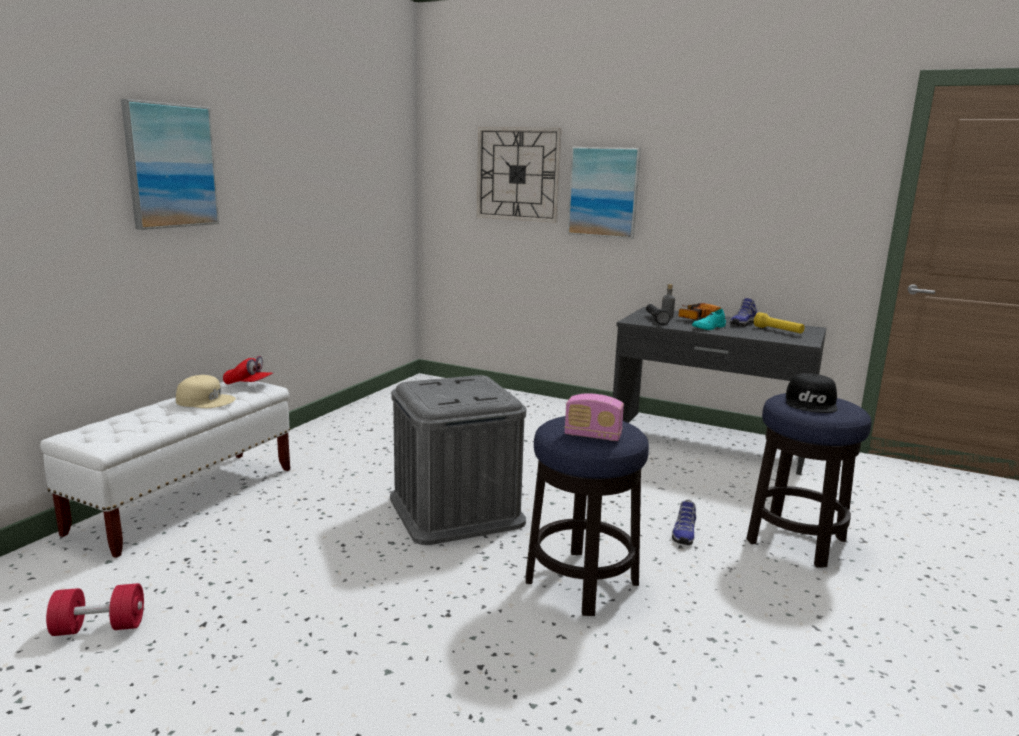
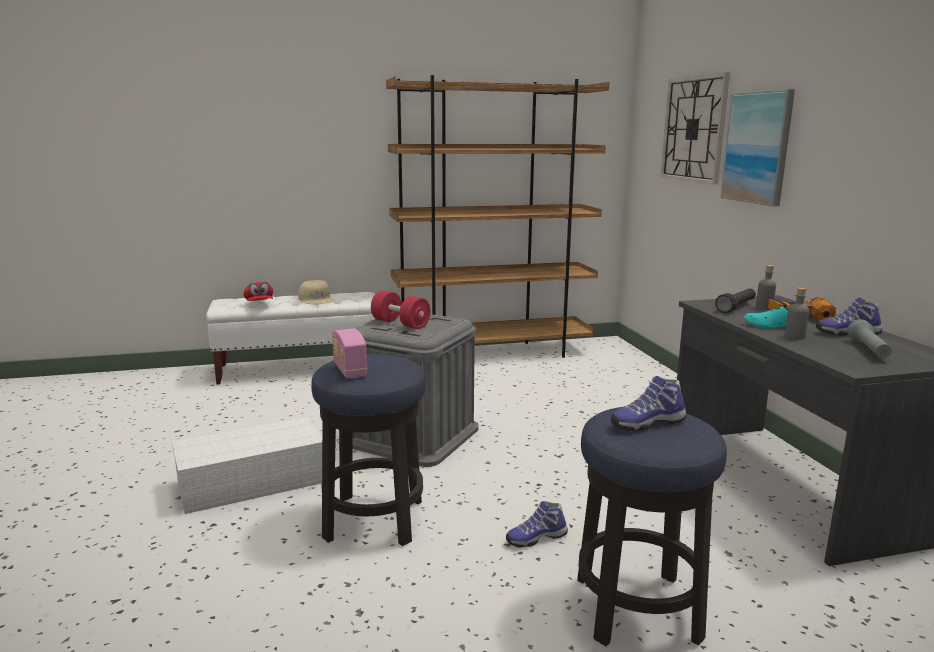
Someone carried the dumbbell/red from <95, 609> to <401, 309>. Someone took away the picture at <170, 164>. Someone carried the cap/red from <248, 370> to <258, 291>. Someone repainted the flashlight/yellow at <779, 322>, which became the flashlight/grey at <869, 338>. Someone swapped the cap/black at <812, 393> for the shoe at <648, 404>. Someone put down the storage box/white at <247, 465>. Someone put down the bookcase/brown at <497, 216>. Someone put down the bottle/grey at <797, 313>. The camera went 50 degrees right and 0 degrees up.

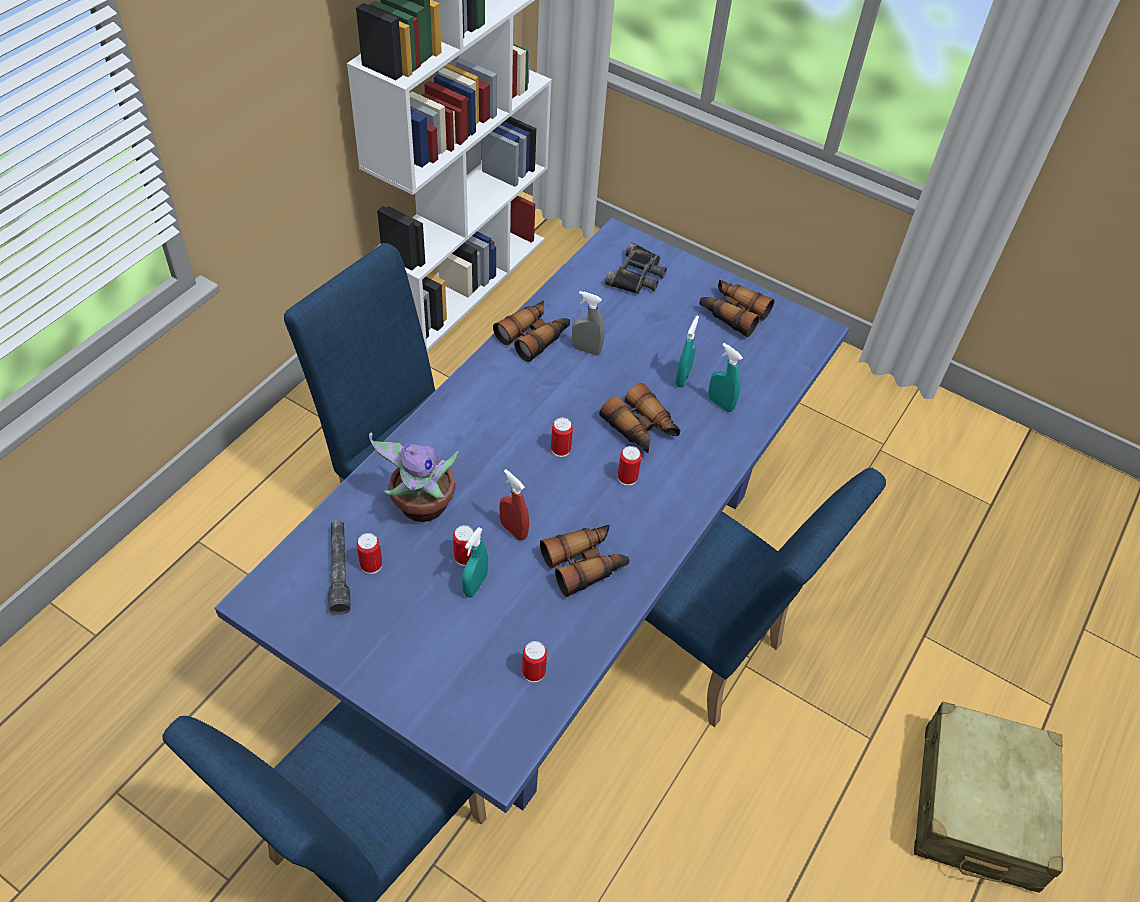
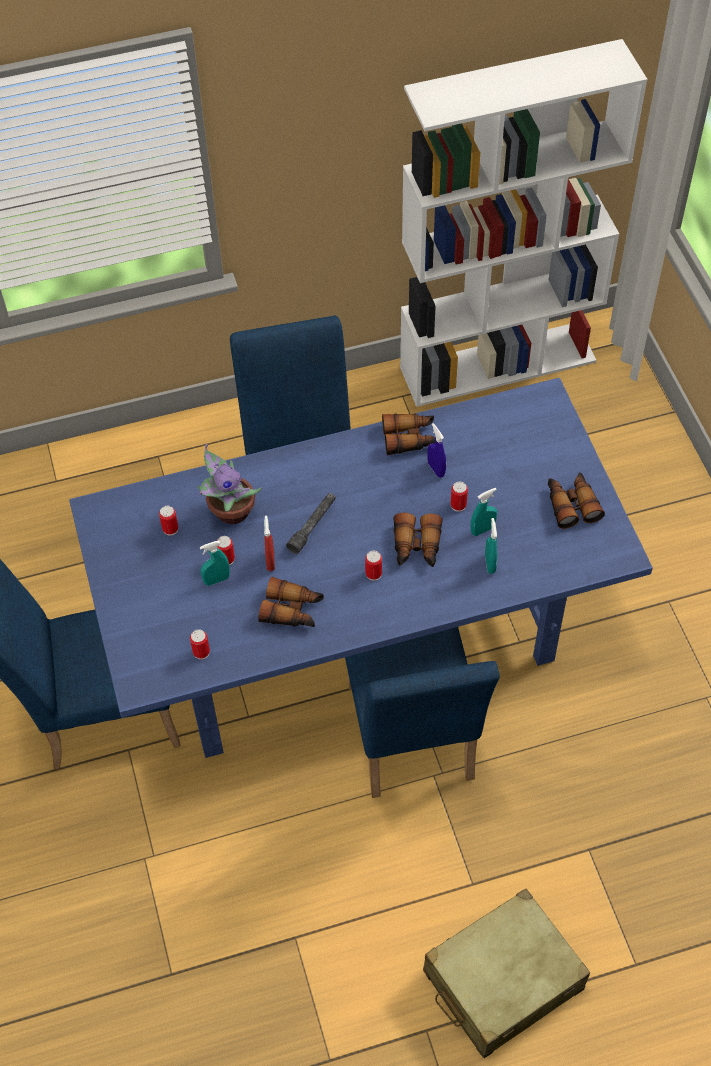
Someone carried the flashlight/grey from <339, 567> to <311, 523>. Someone carried the can from <562, 437> to <459, 497>. Someone repainted the spray bottle/grey at <588, 323>, which became the spray bottle/blue at <437, 450>. Someone took away the binoculars/black at <636, 268>. The camera went 45 degrees right and 5 degrees up.

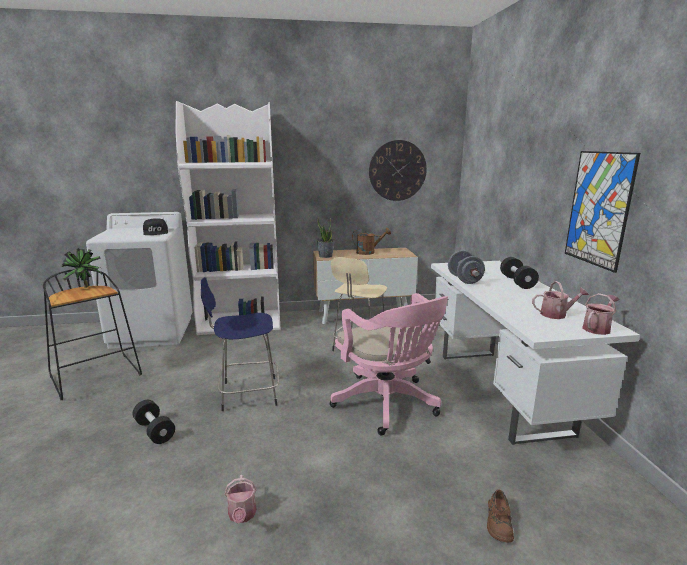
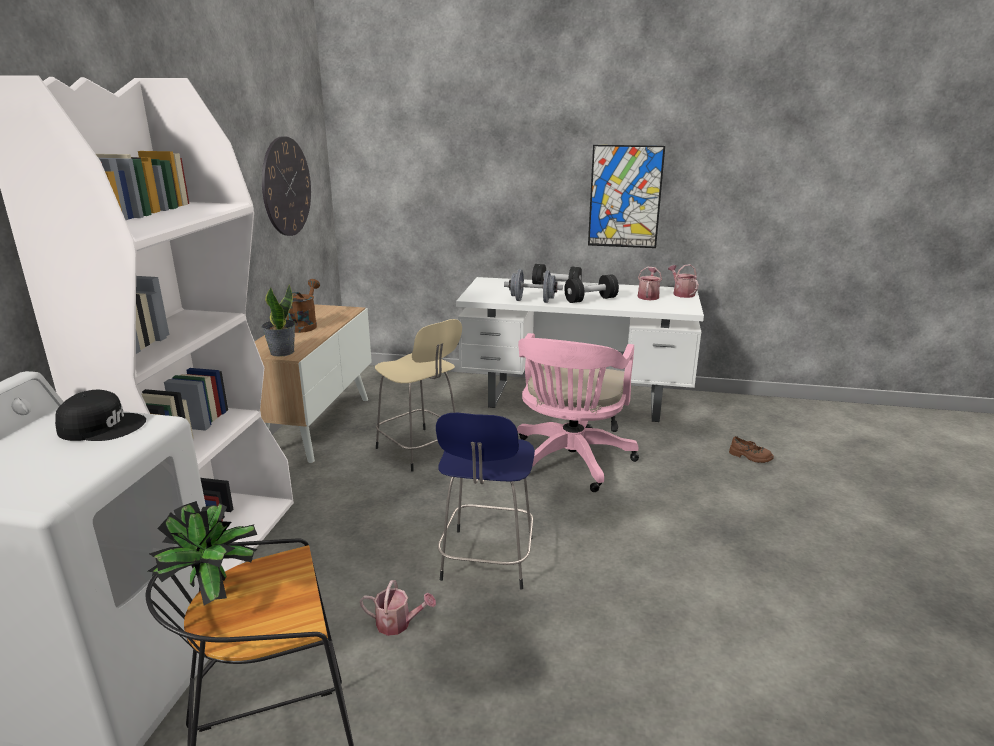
Someone carried the dumbbell/black from <154, 422> to <591, 288>. Someone carried the watering can from <240, 499> to <398, 608>. Someone rotated the office chair/pink at <389, 364> by 120 degrees clockwise. The camera went 70 degrees left and 5 degrees up.

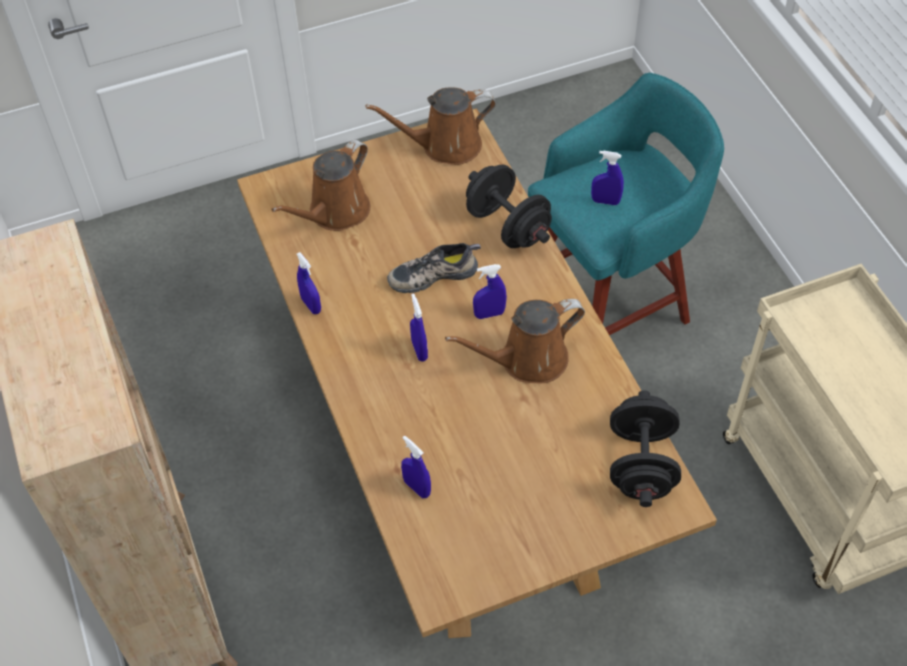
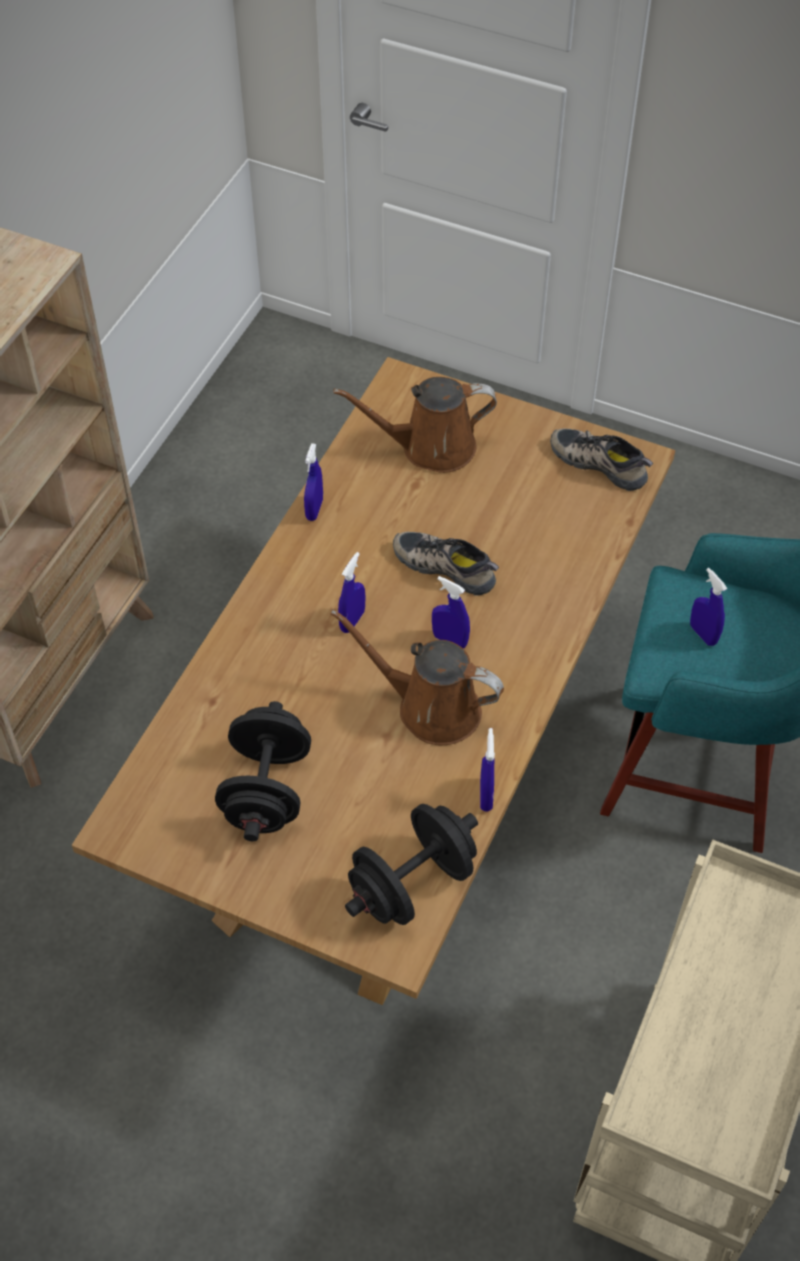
Someone swapped the watering can/brown at <430, 126> for the shoe at <601, 459>. Someone carried the spray bottle/blue from <416, 467> to <487, 770>. Someone carried the dumbbell/black from <509, 206> to <263, 771>. The camera went 45 degrees right and 0 degrees up.

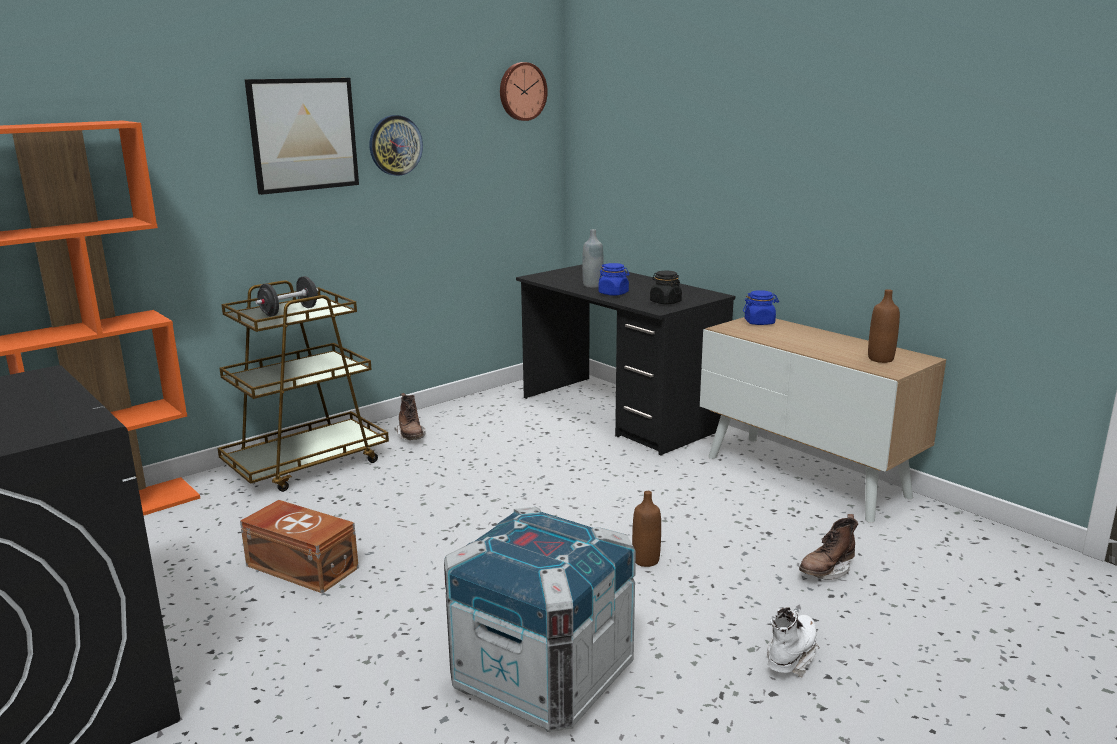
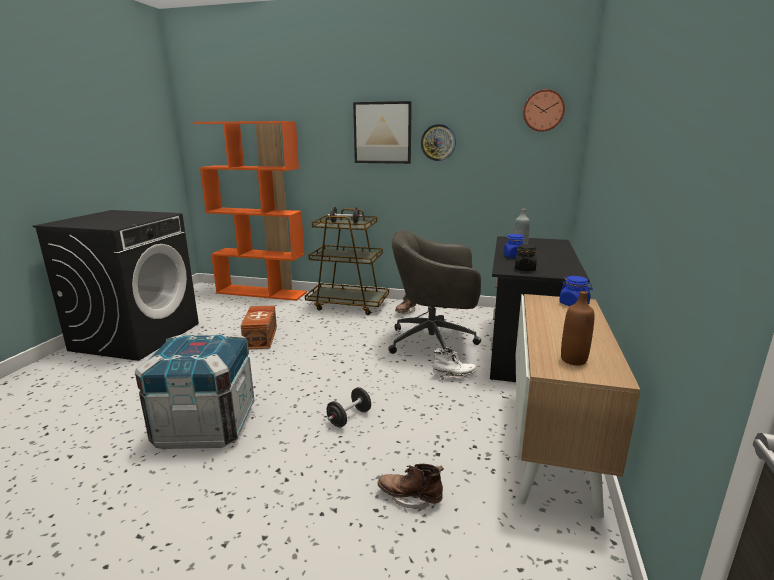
Someone swapped the bottle/brown at <646, 529> for the dumbbell/black at <349, 407>. Someone carried the boot/white from <793, 642> to <455, 364>. Someone put down the office chair/grey at <434, 292>. The camera went 55 degrees right and 0 degrees up.

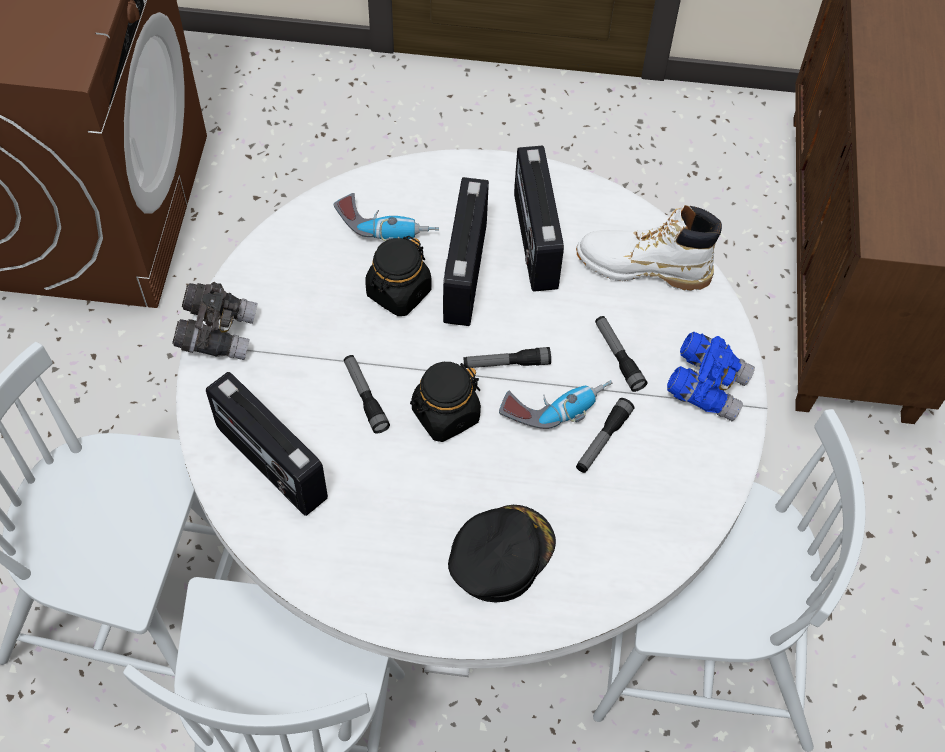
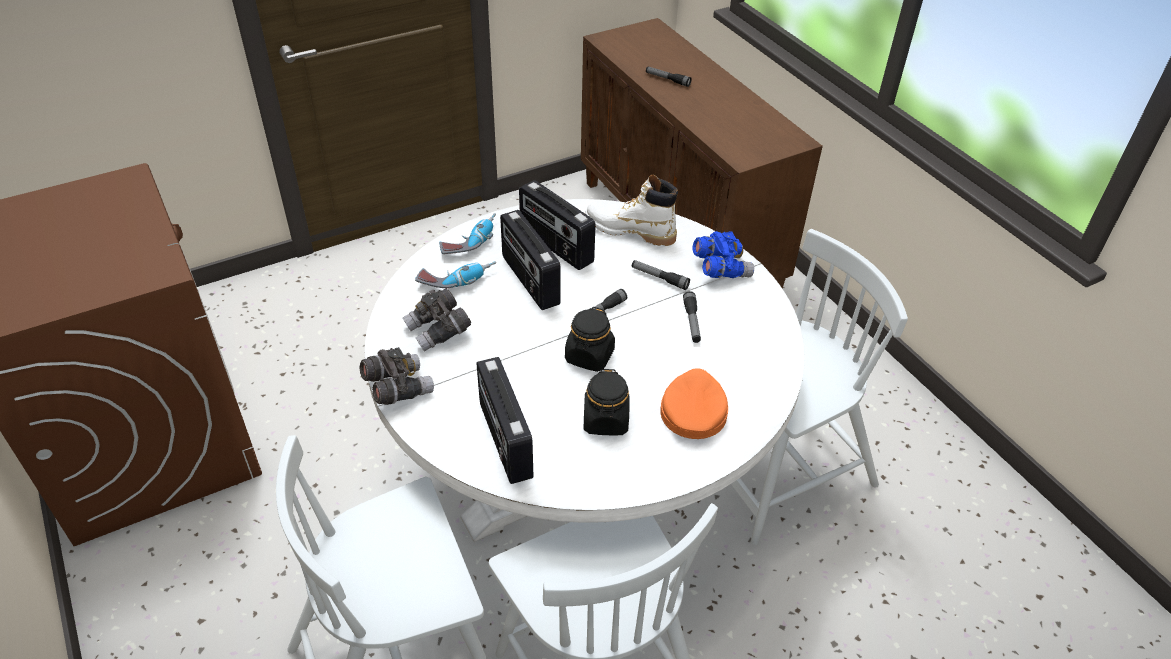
Someone rotated the radio at <267, 444> by 60 degrees clockwise. Someone carried the flashlight from <367, 394> to <669, 77>. Someone carried the jar/black from <398, 276> to <607, 402>. Someone repainted the cap/black at <502, 553>, which became the cap/orange at <694, 403>. Someone carried the power drill from <555, 404> to <467, 233>. Someone rotated the boot/white at <649, 248> by 45 degrees clockwise. Someone put down the binoculars/grey at <436, 320>. The camera went 35 degrees left and 15 degrees down.

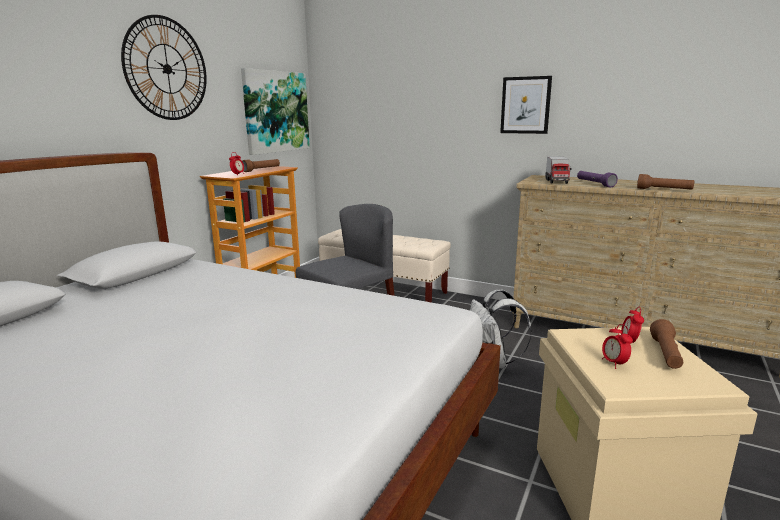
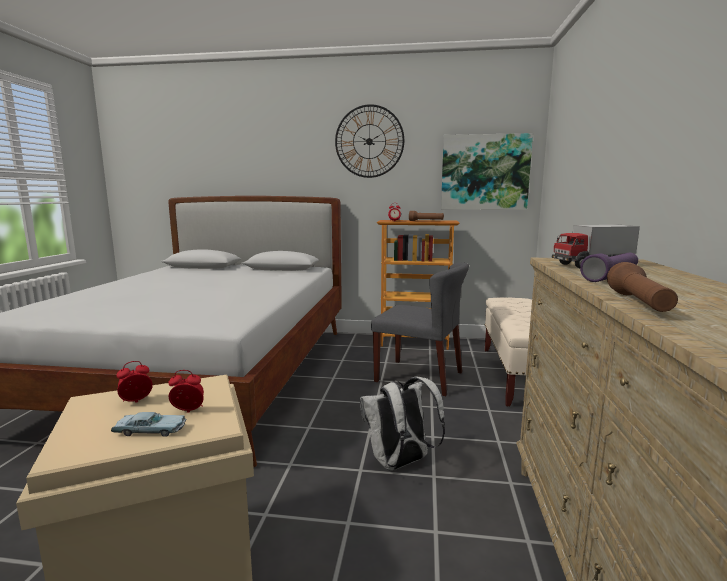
Someone took away the picture at <526, 105>. Someone swapped the flashlight/brown at <666, 344> for the toy car/blue at <149, 424>. The camera went 70 degrees right and 5 degrees down.

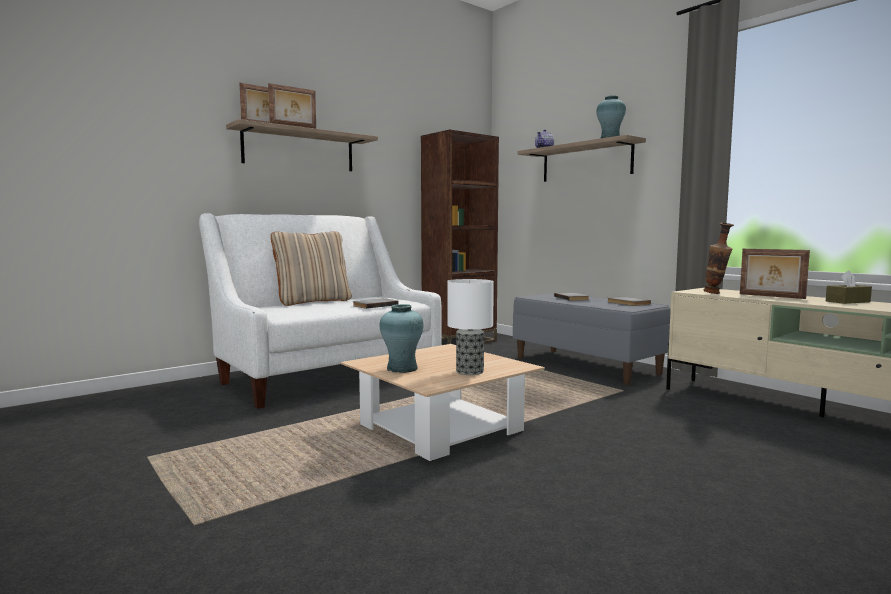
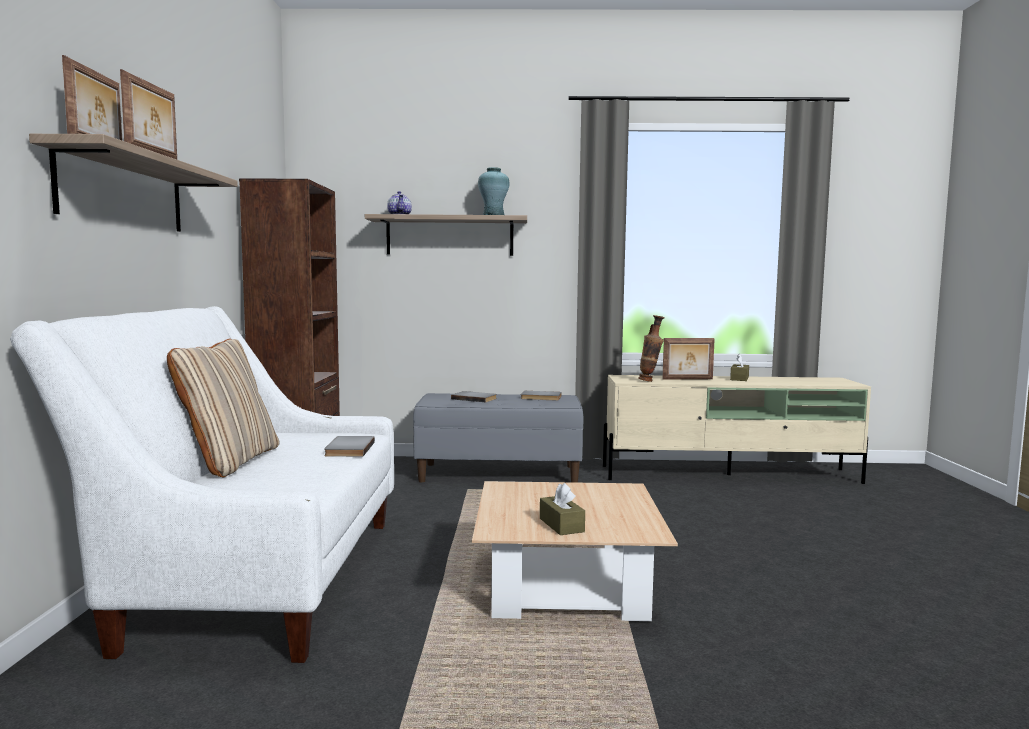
Someone swapped the vase/turquoise at <402, 338> for the tissue box/brown at <562, 509>. Someone took away the table lamp at <470, 327>. The camera went 50 degrees left and 0 degrees up.

